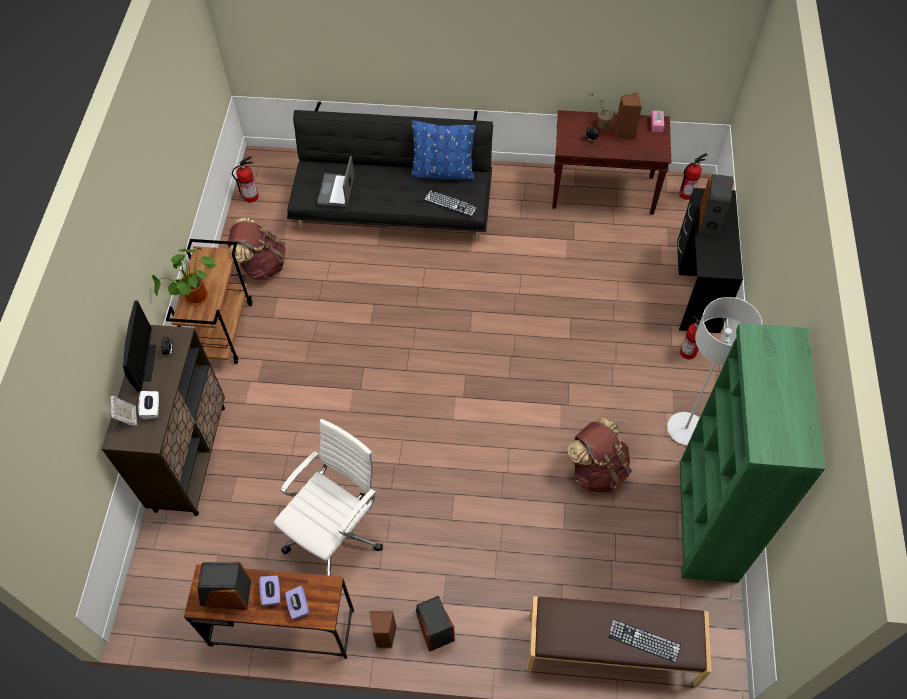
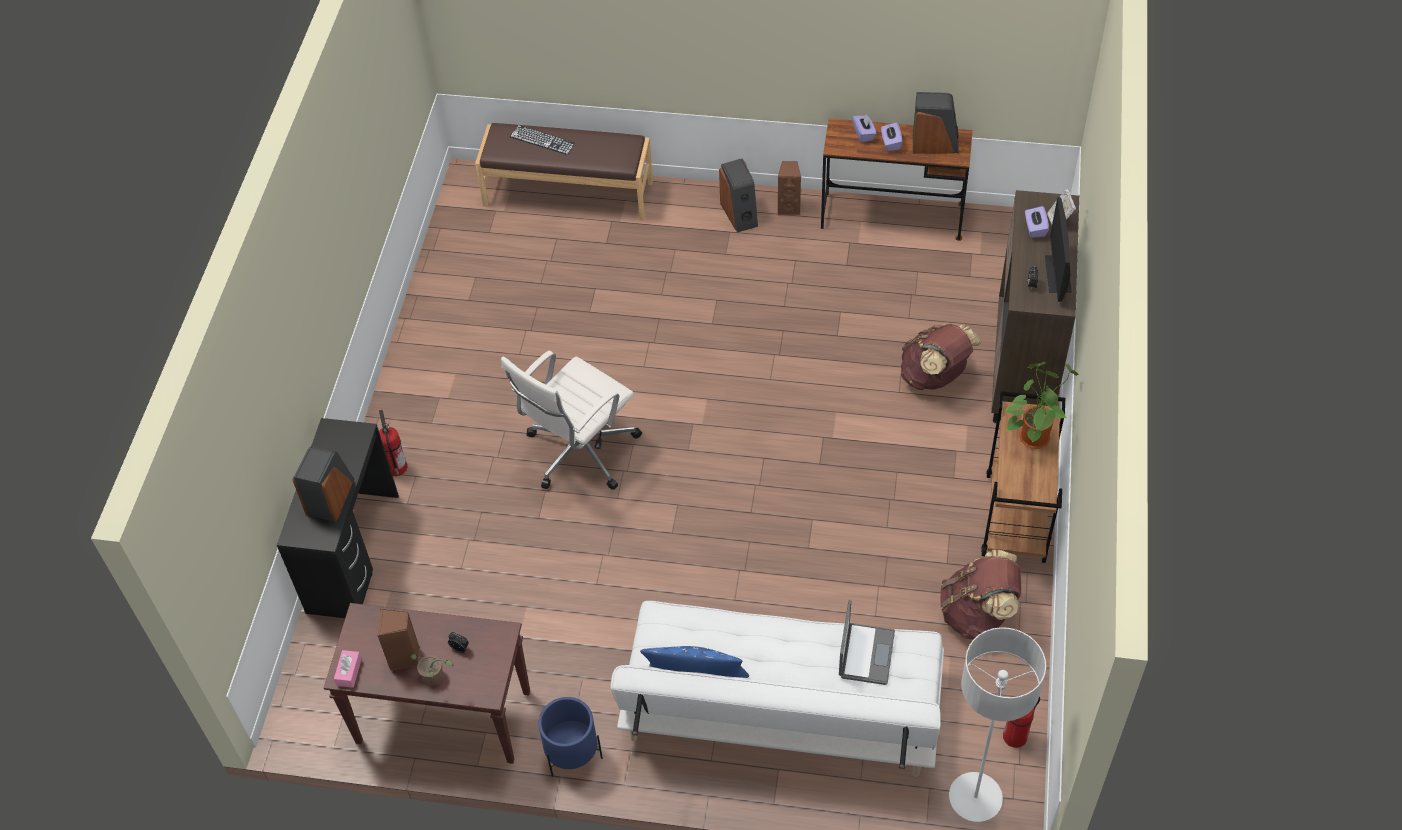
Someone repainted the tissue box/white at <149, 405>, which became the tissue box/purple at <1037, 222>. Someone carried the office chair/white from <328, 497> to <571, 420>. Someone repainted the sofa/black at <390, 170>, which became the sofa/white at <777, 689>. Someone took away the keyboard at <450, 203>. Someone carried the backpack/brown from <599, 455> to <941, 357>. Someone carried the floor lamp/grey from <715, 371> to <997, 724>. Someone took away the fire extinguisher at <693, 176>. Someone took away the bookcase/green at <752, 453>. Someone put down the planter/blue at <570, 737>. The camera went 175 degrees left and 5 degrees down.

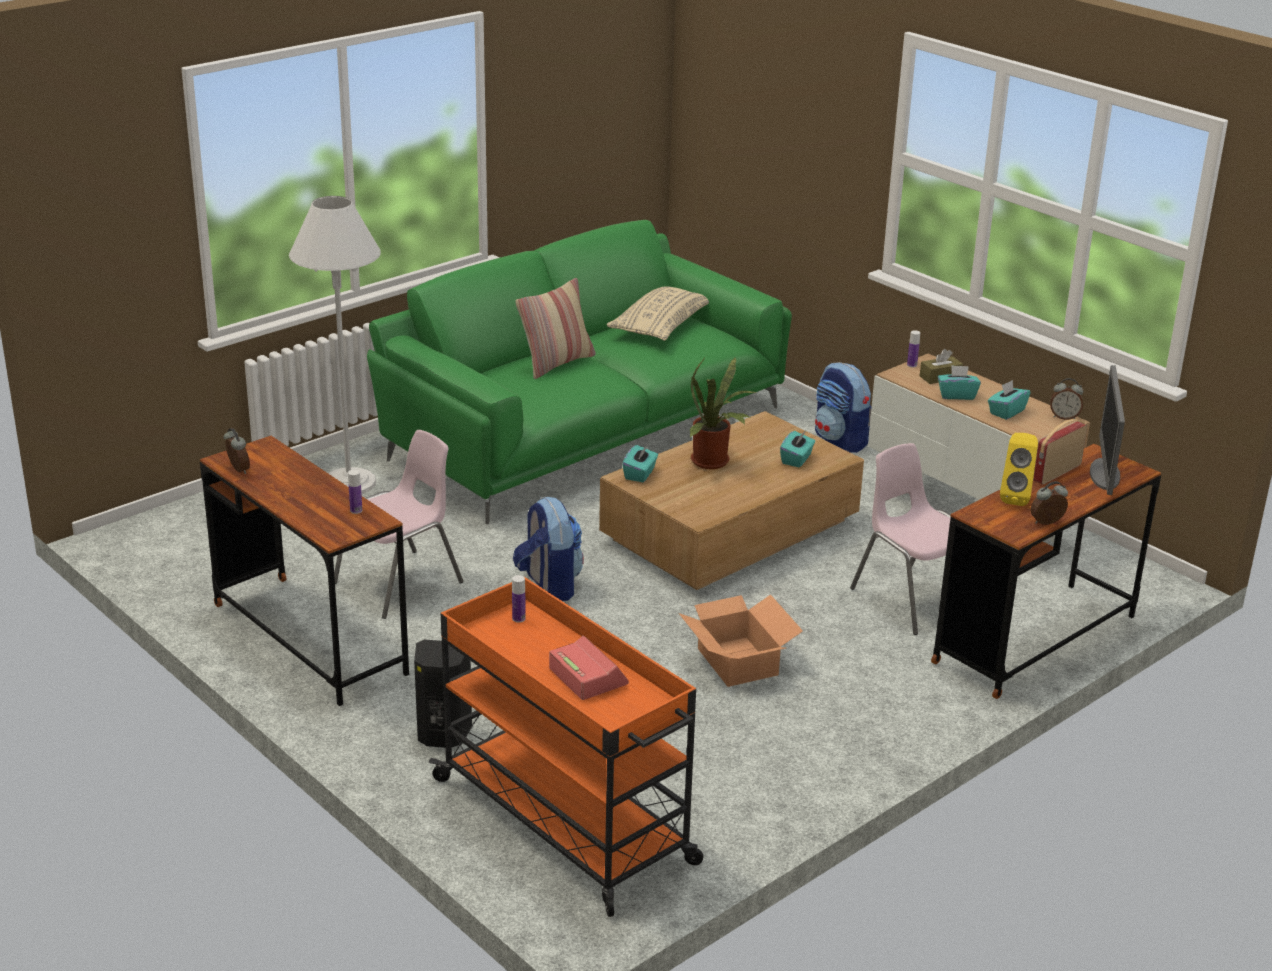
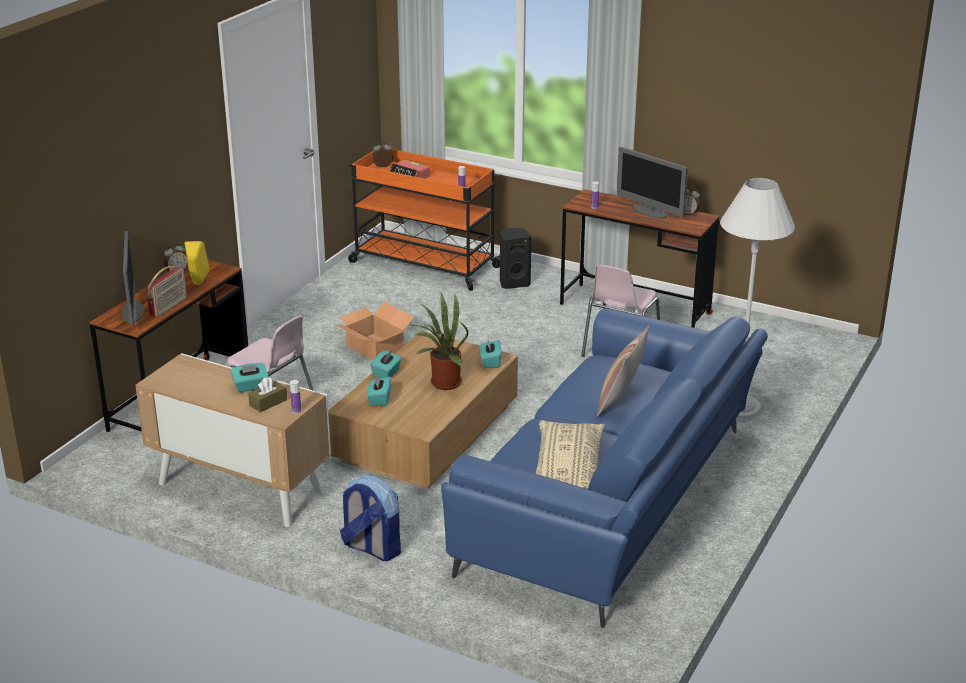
Someone repainted the sofa/green at <579, 372>, which became the sofa/blue at <604, 468>. Someone took away the backpack at <548, 549>. Someone carried the tissue box/turquoise from <1009, 400> to <386, 364>. Someone carried the alarm clock from <1066, 399> to <382, 154>. Someone put down the monitor at <652, 182>. The camera went 160 degrees right and 0 degrees up.

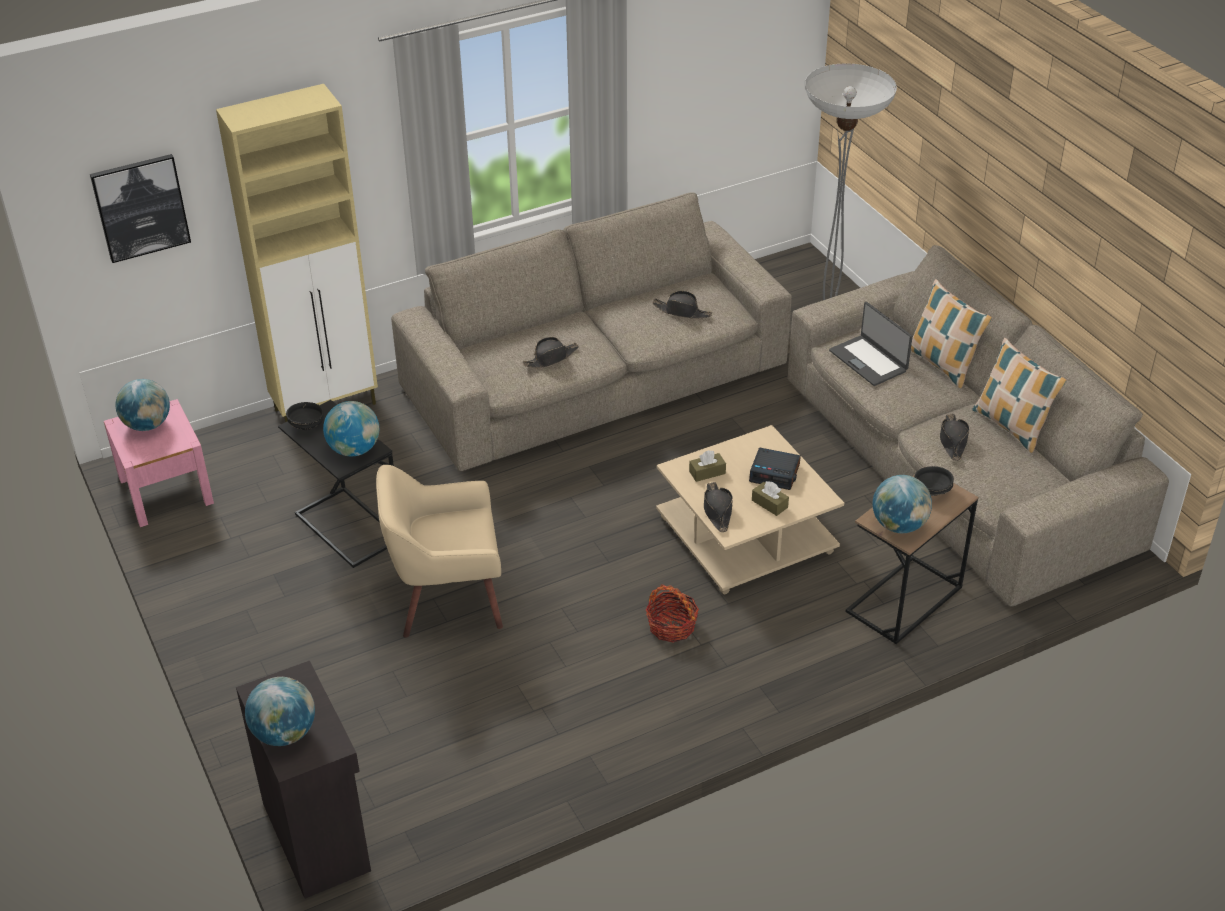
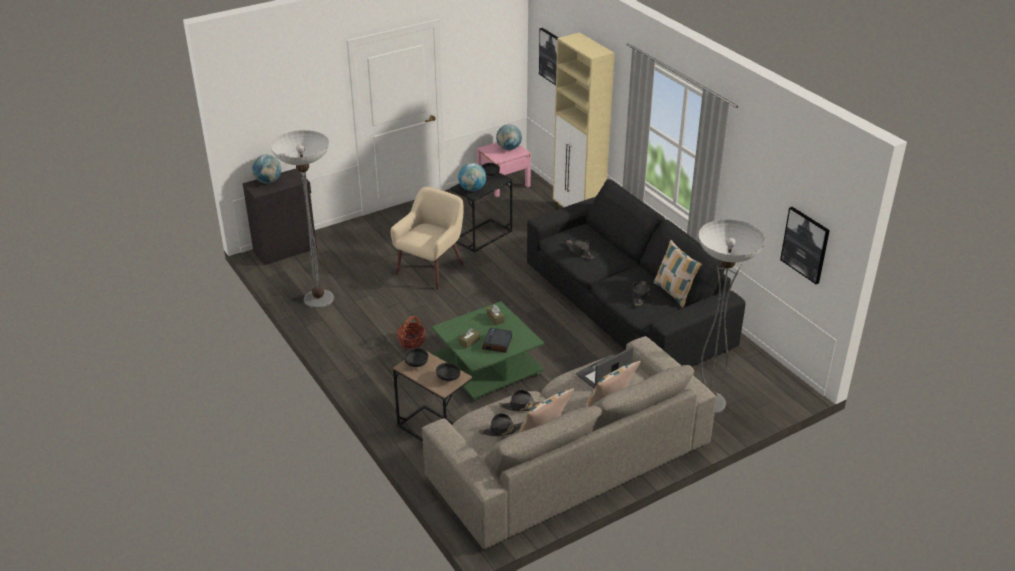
Someone rotated the armchair/beige at <439, 551> by 45 degrees clockwise. Someone repainted the sofa/beige at <591, 331>, which became the sofa/black at <636, 272>. Someone repainted the coffee table/beige at <750, 509>, which became the coffee table/green at <488, 351>. Someone carried the hat/black from <718, 507> to <501, 424>. Someone swapped the globe at <902, 504> for the bowl/black at <416, 357>. Someone put down the floor lamp at <302, 219>. Someone put down the pillow at <677, 274>. Someone put up the picture at <805, 245>. The camera went 85 degrees right and 5 degrees down.

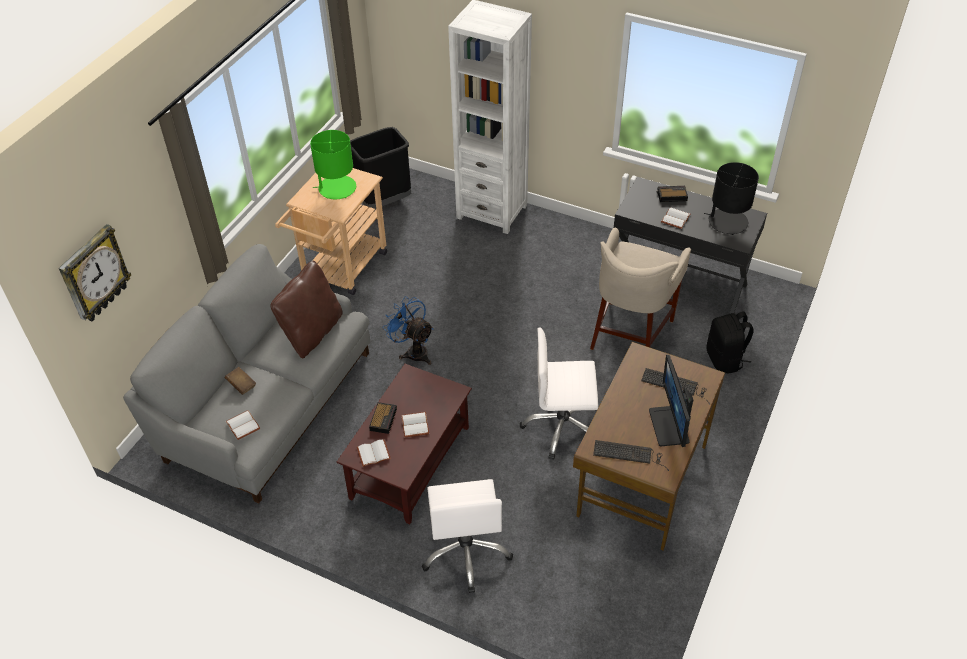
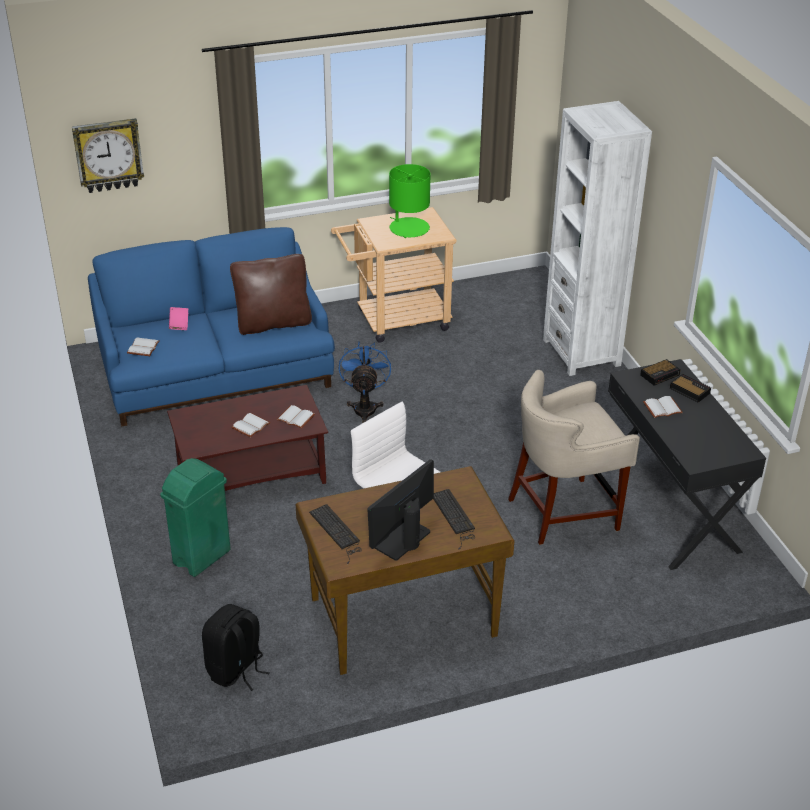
Someone repainted the sofa/grey at <246, 373>, which became the sofa/blue at <211, 326>. Someone repainted the book/brown at <240, 381>, which became the book/pink at <178, 318>. Someone took away the trash can/black at <380, 168>. Someone carried the book/white from <374, 453> to <296, 416>. Someone carried the alarm clock from <383, 418> to <660, 372>. Someone swapped the office chair/white at <467, 536> for the trash can/green at <195, 517>. Someone took away the table lamp/black at <731, 198>. Someone carried the backpack/black from <730, 342> to <236, 647>. The camera went 45 degrees right and 10 degrees down.

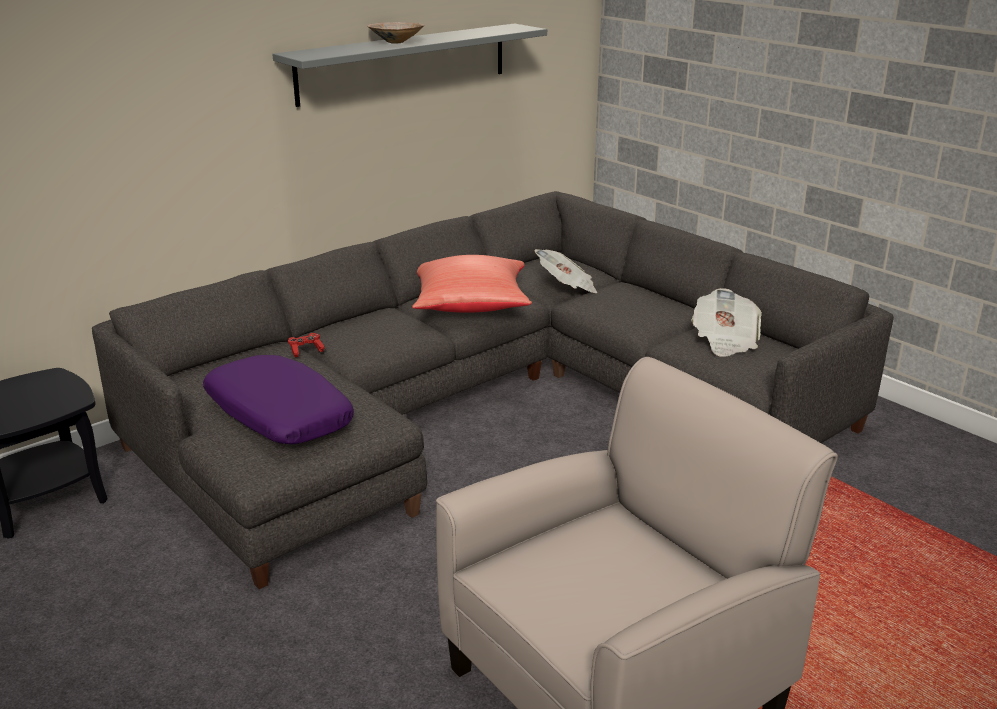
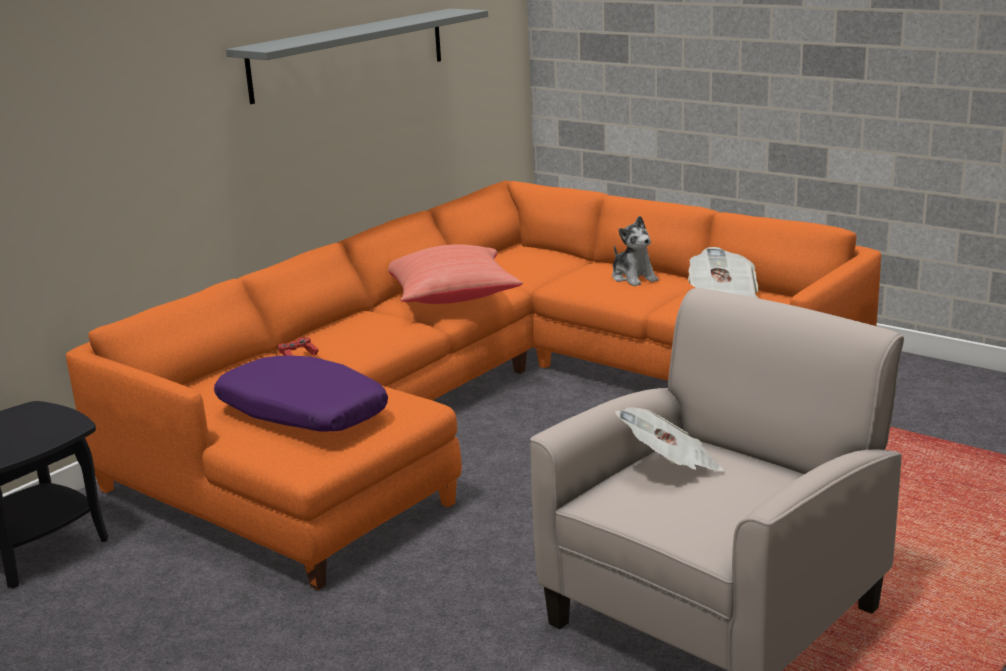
Someone repainted the sofa/grey at <493, 390>, which became the sofa/orange at <473, 385>. Someone took away the bowl/beige at <396, 33>. Someone carried the newspaper from <566, 271> to <670, 439>. Someone put down the plush toy at <635, 251>. The camera went 10 degrees left and 5 degrees down.

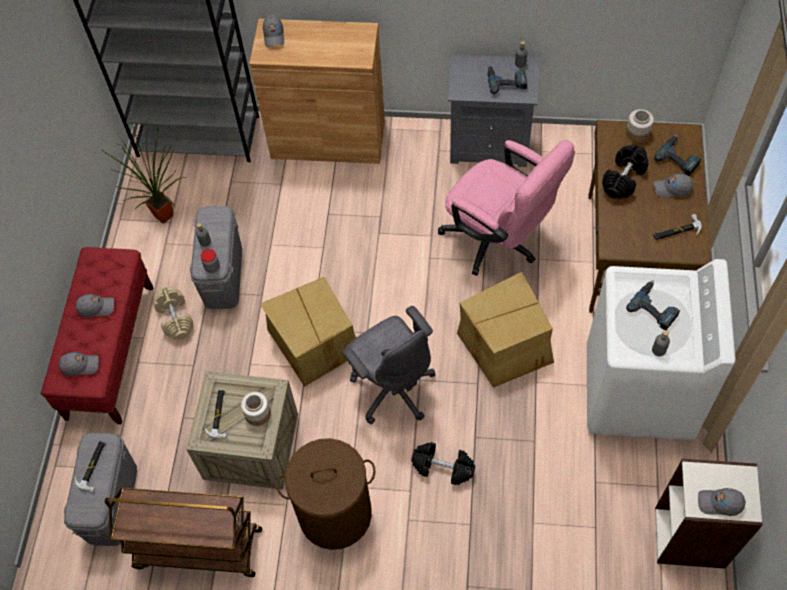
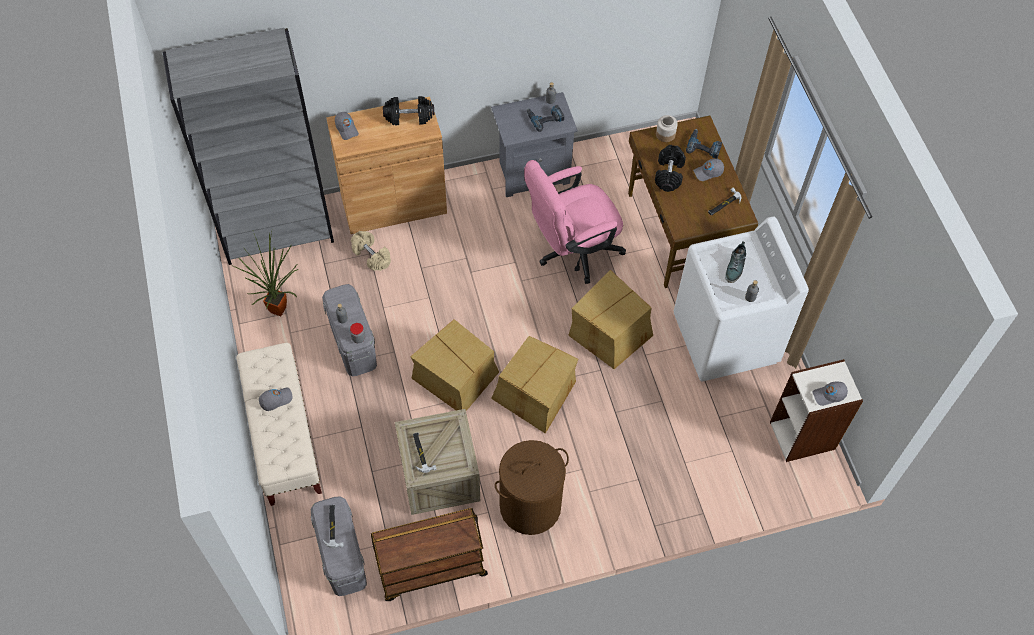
Someone repainted the bench/red at <97, 335>, which became the bench/beige at <279, 424>. Someone took away the cap/grey at <79, 364>. Someone carried the dumbbell/beige from <173, 313> to <371, 251>. Someone took away the jar at <256, 409>. Someone swapped the office chair/grey at <388, 365> for the cardboard box at <534, 385>. Someone carried the dumbbell/black from <443, 463> to <408, 110>. Someone rotated the office chair/pink at <506, 208> by 135 degrees clockwise. Someone swapped the power drill at <653, 305> for the shoe at <735, 262>. The camera went 25 degrees left and 0 degrees up.

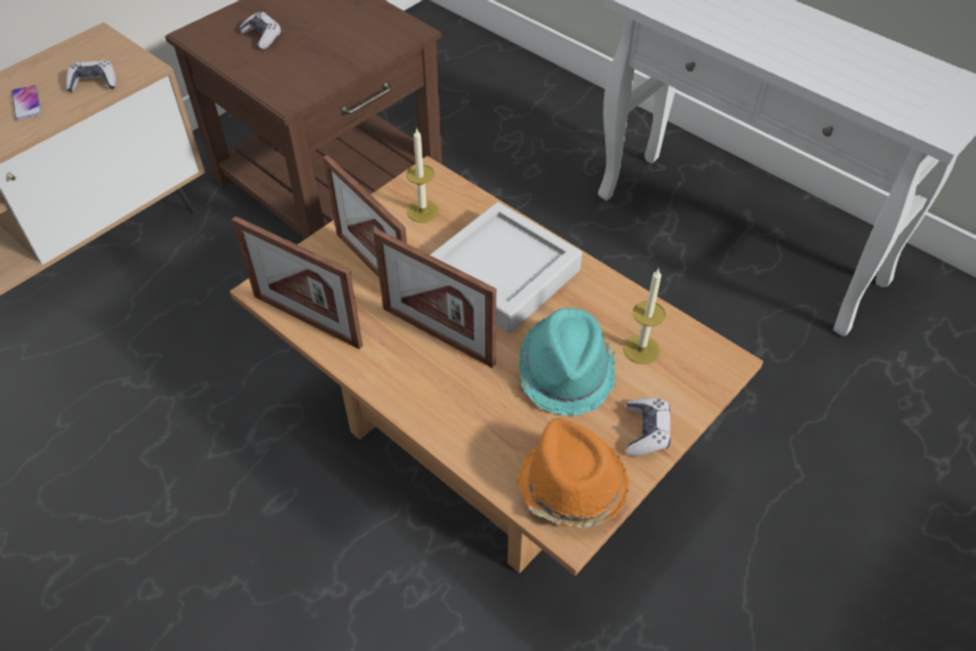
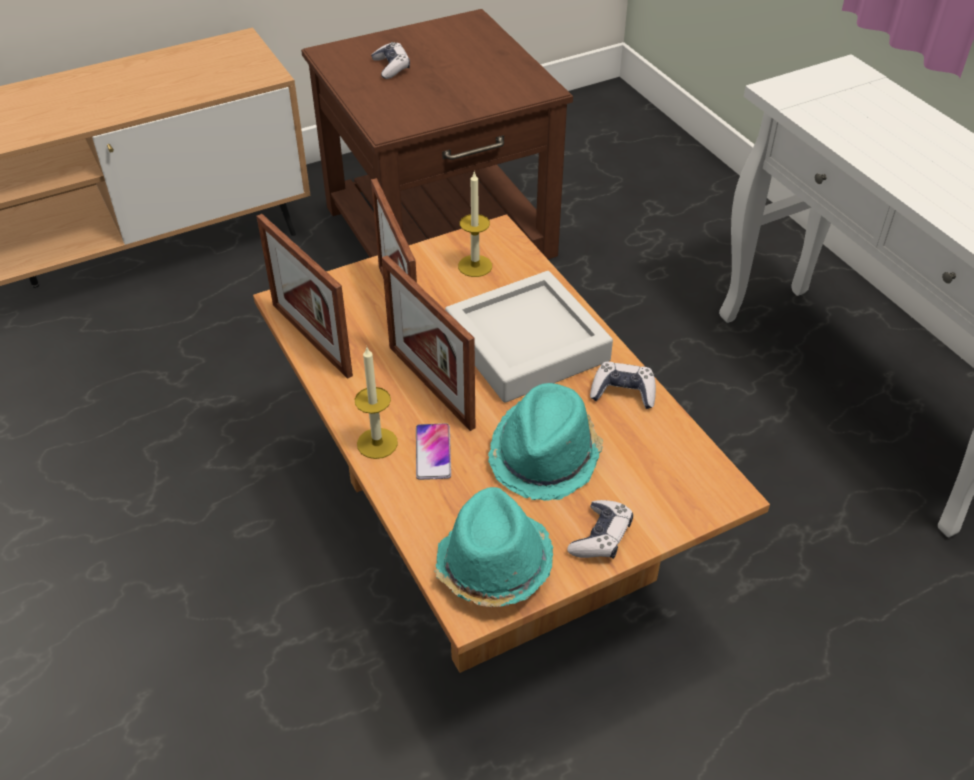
Someone carried the phone from <27, 102> to <433, 451>. Someone carried the game controller from <91, 76> to <623, 385>. Someone repainted the hat/orange at <572, 473>, which became the hat/turquoise at <494, 547>. Someone carried the candle from <644, 316> to <376, 403>. The camera went 20 degrees right and 5 degrees down.

